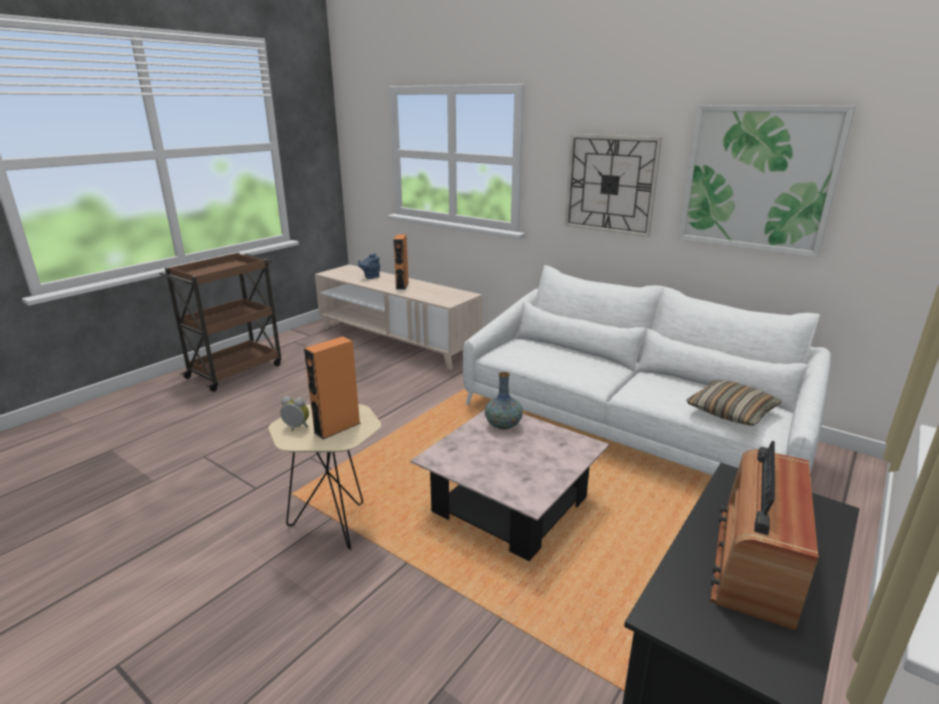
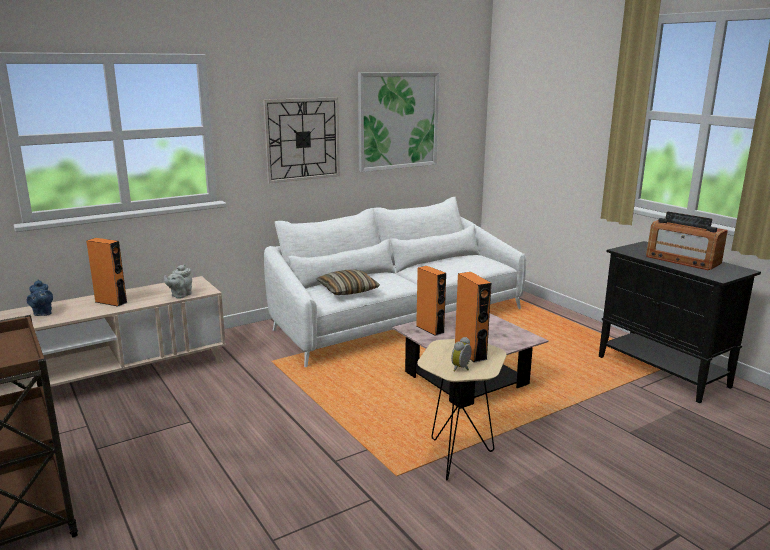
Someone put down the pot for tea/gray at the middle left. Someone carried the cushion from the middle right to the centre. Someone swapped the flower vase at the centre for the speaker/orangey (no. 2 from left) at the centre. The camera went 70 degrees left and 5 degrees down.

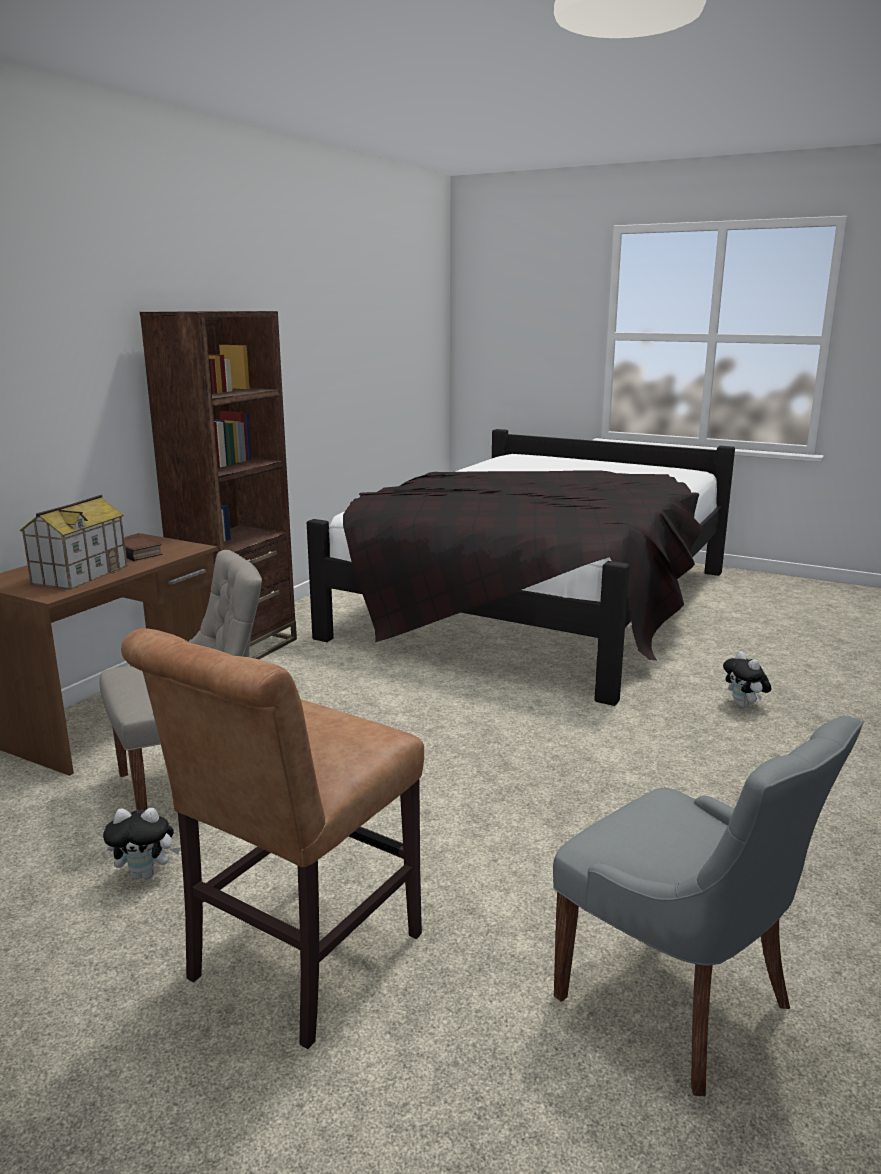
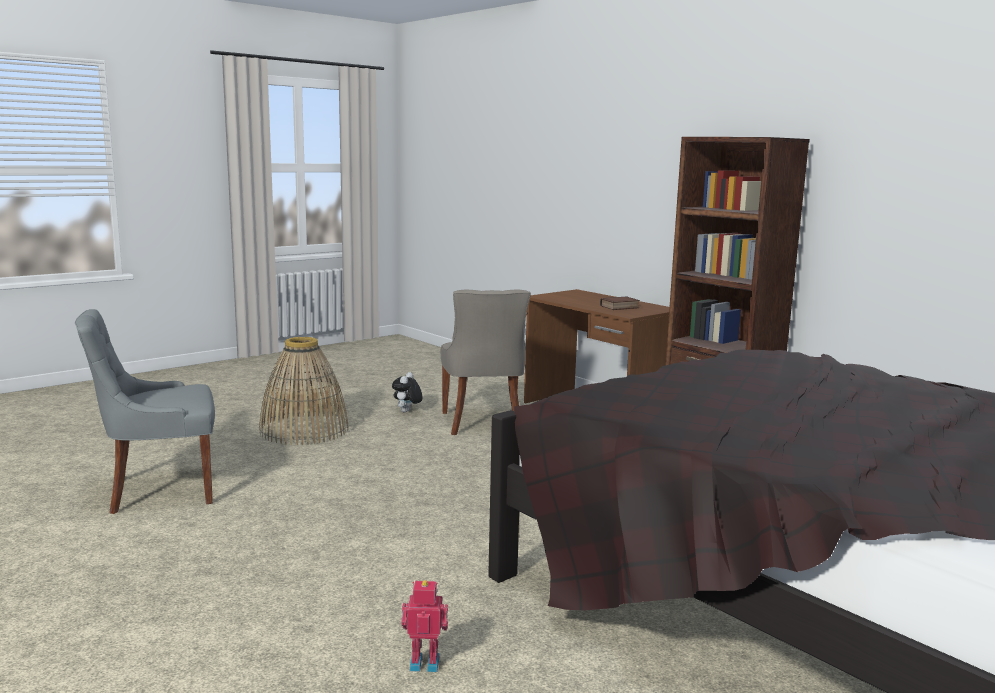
Someone swapped the upright chair/brown at the bottom left for the household basket at the middle left. Someone swapped the plush toy (no. 2 from left) at the middle right for the toy robot at the bottom centre. Someone took away the miniature house at the middle left. The camera went 110 degrees right and 5 degrees down.

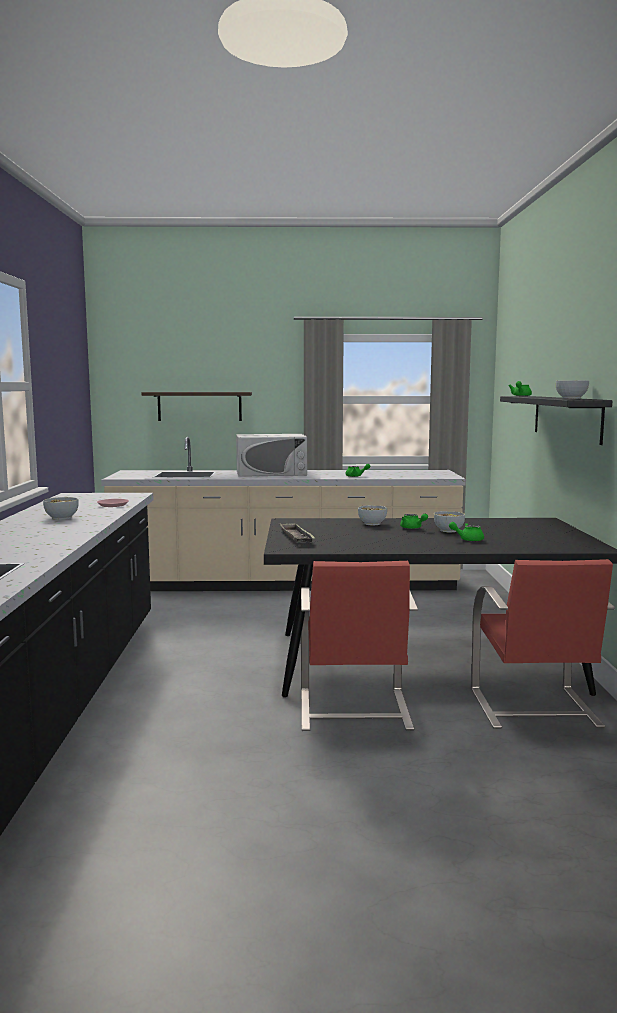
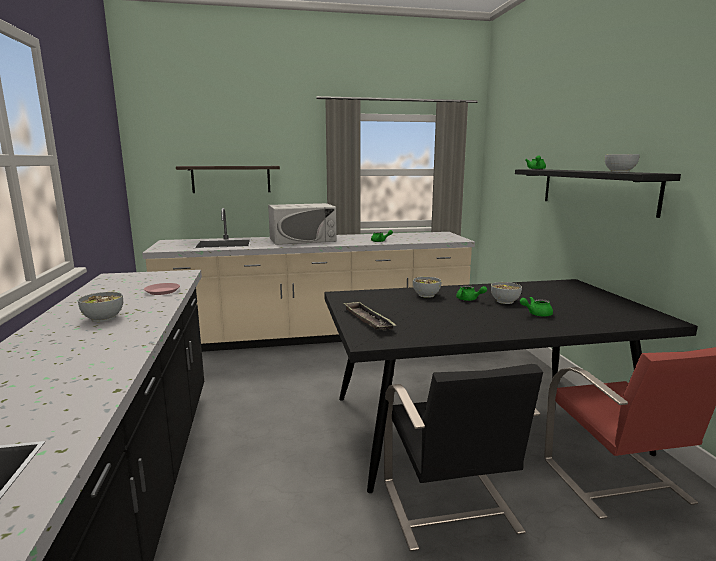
Someone repainted the upright chair/reddish (no. 1 from left) at the centre, which became the upright chair/black-coloured at the bottom centre. The camera went 10 degrees left and 5 degrees up.

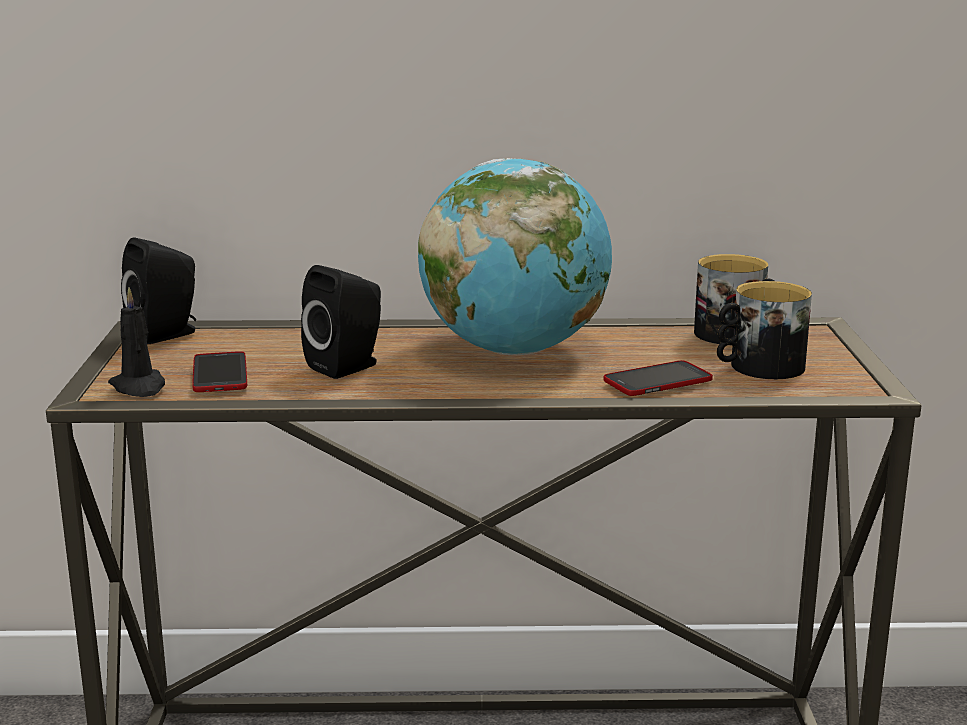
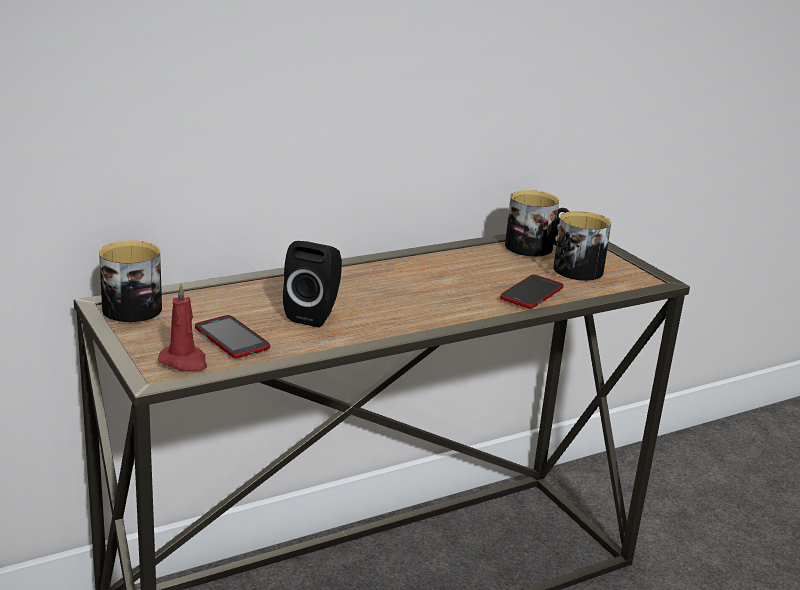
Someone swapped the speaker/black-coloured (no. 1 from left) at the middle left for the tea mug (no. 1 from left) at the middle left. Someone repainted the candle/black-coloured at the middle left, which became the candle/reddish at the middle left. Someone took away the globe at the centre. The camera went 30 degrees left and 5 degrees up.

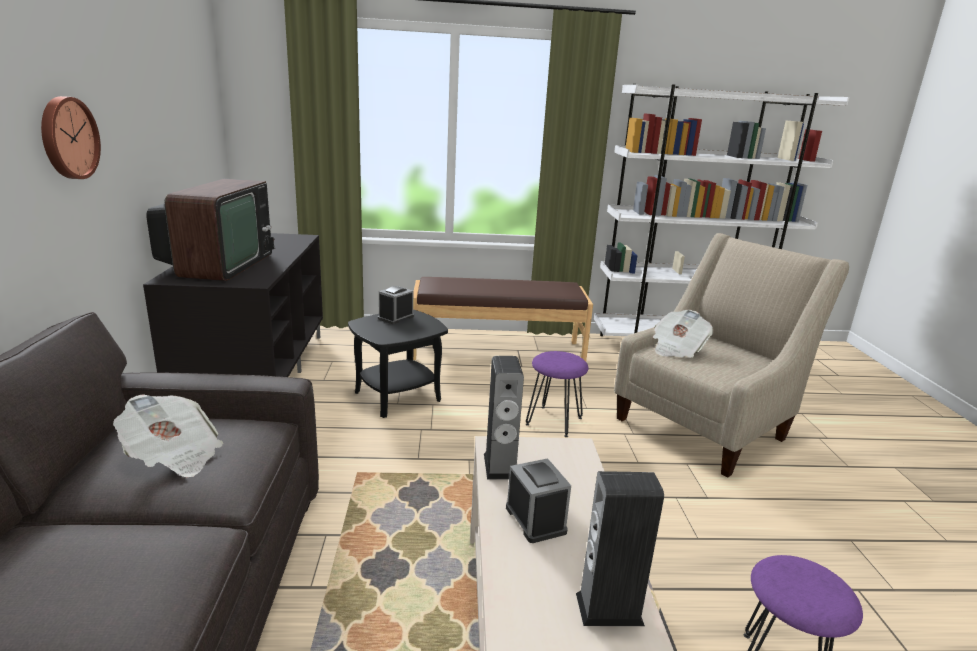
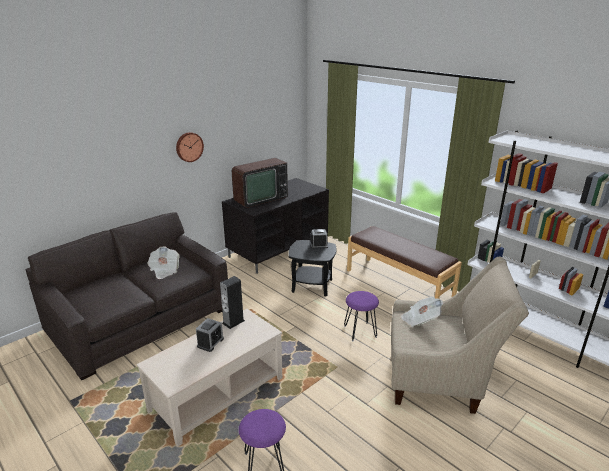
Someone took away the speaker (no. 2 from left) at the bottom centre. The camera went 50 degrees right and 5 degrees up.

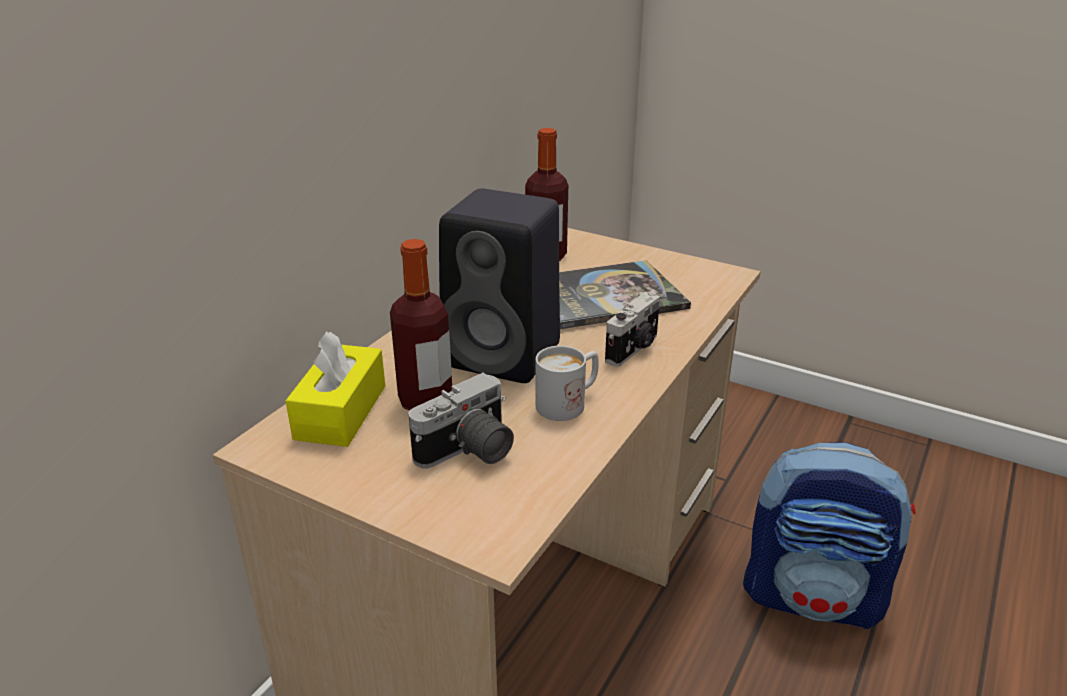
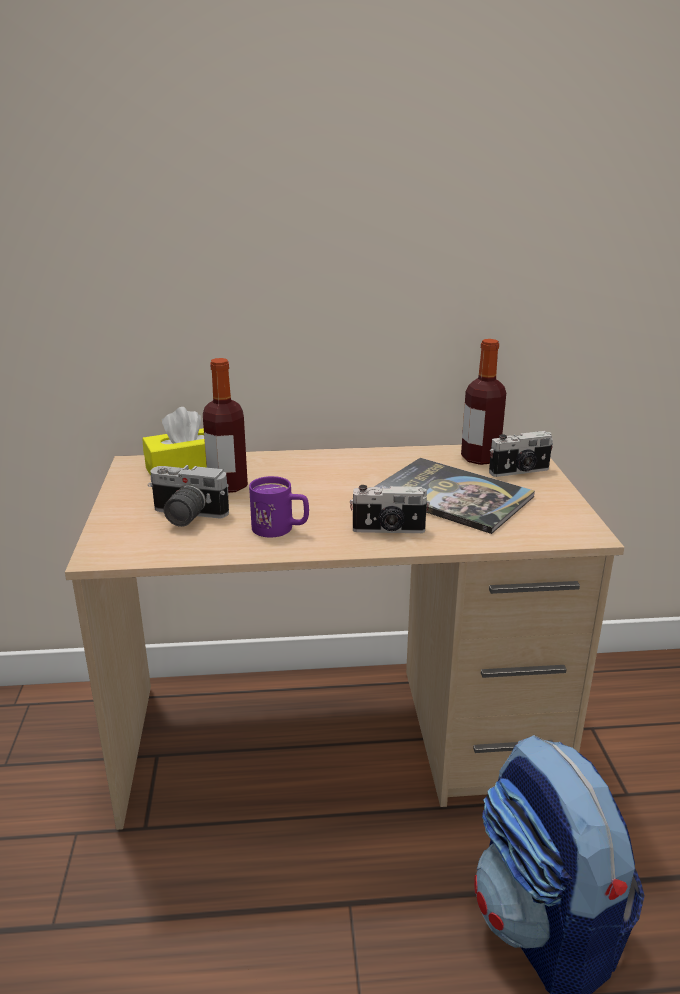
Someone repainted the tea mug/whitish at the centre, which became the tea mug/purple-coloured at the centre. Someone put down the still camera (no. 3 from left) at the middle right. Someone took away the speaker/black-coloured at the centre. The camera went 55 degrees right and 5 degrees down.

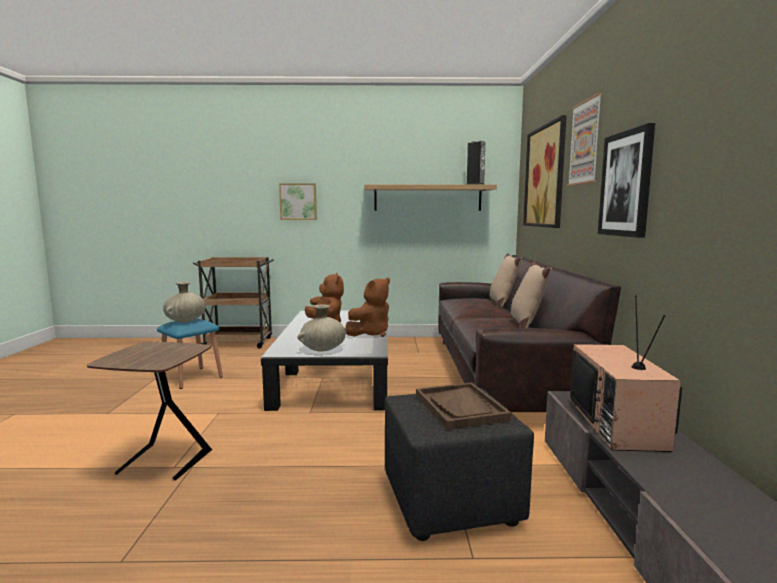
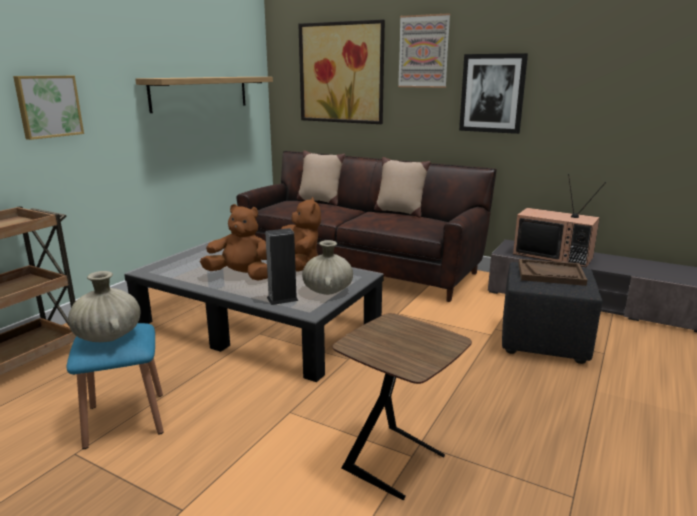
Someone carried the speaker from the top centre to the centre. The camera went 60 degrees left and 10 degrees up.

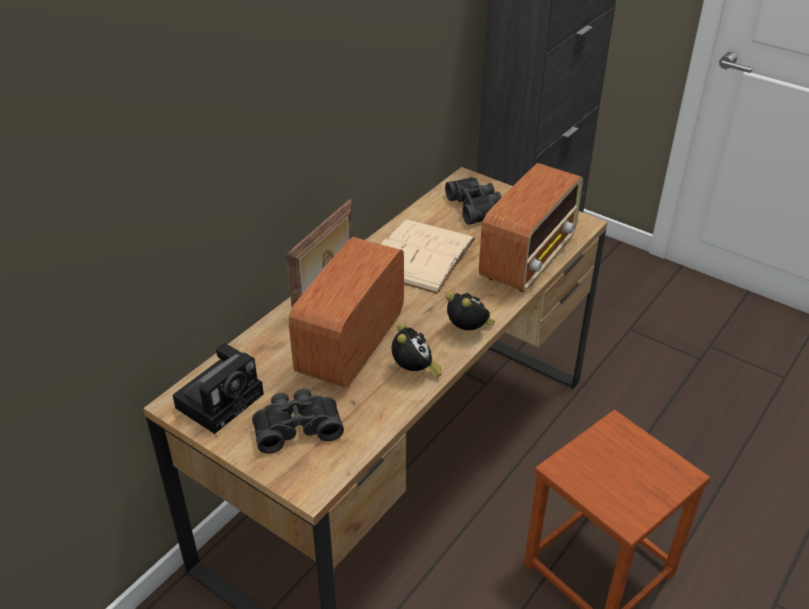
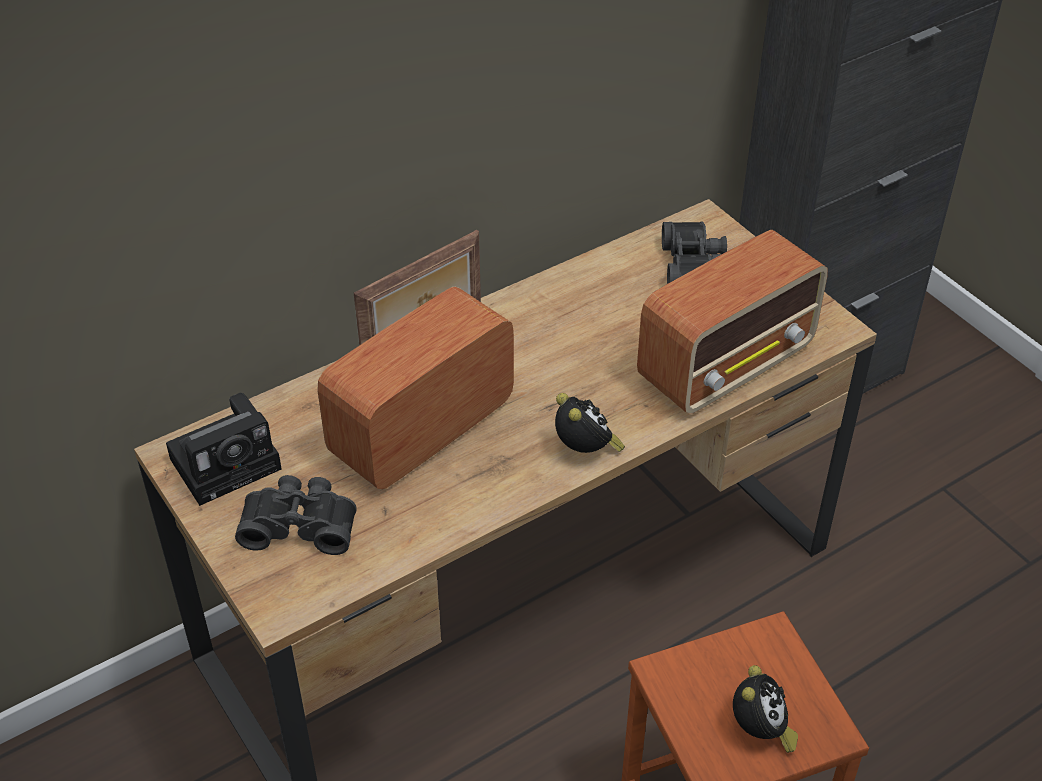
Someone carried the table clock (no. 1 from left in the first image) from the centre to the bottom right. Someone took away the bound book/sand-coloured at the centre. The camera went 20 degrees right and 5 degrees up.

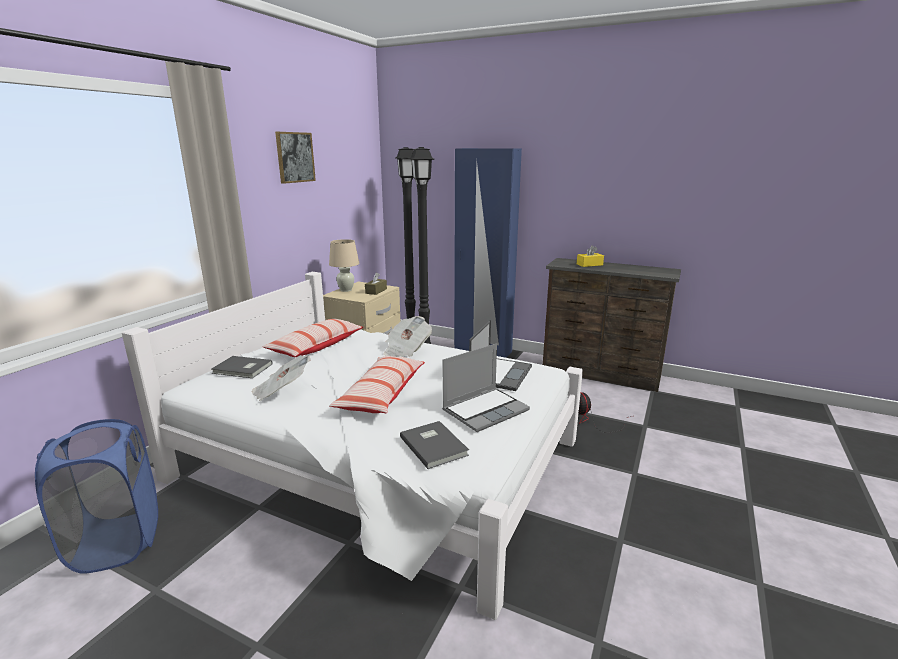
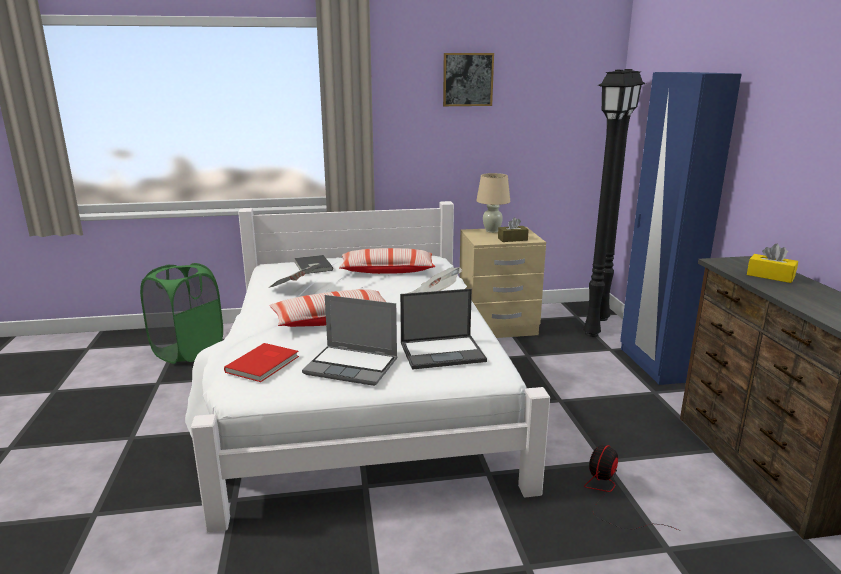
Someone repainted the washing basket/blue at the bottom left, which became the washing basket/green-coloured at the middle left. Someone repainted the bound book/gray (no. 2 from left) at the bottom centre, which became the bound book/reddish at the middle left. The camera went 55 degrees right and 0 degrees up.

